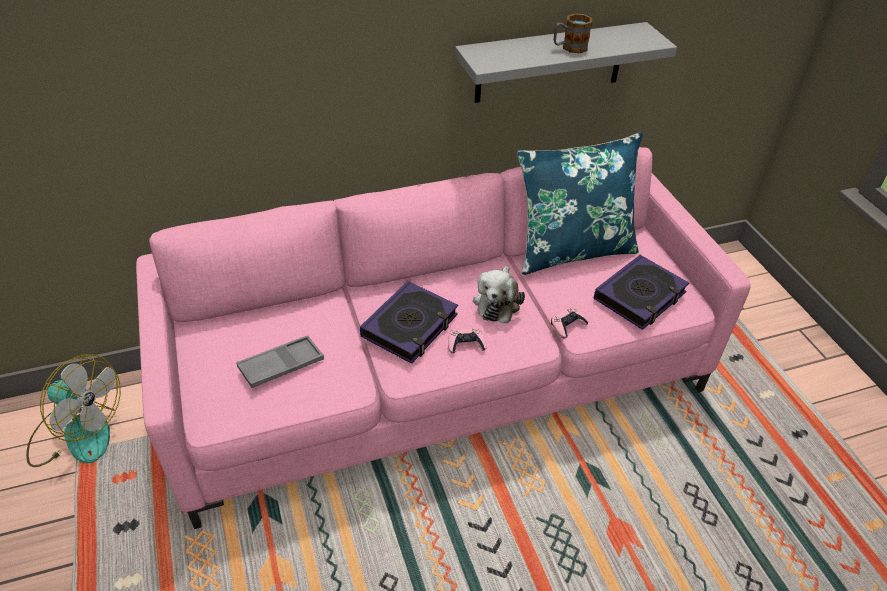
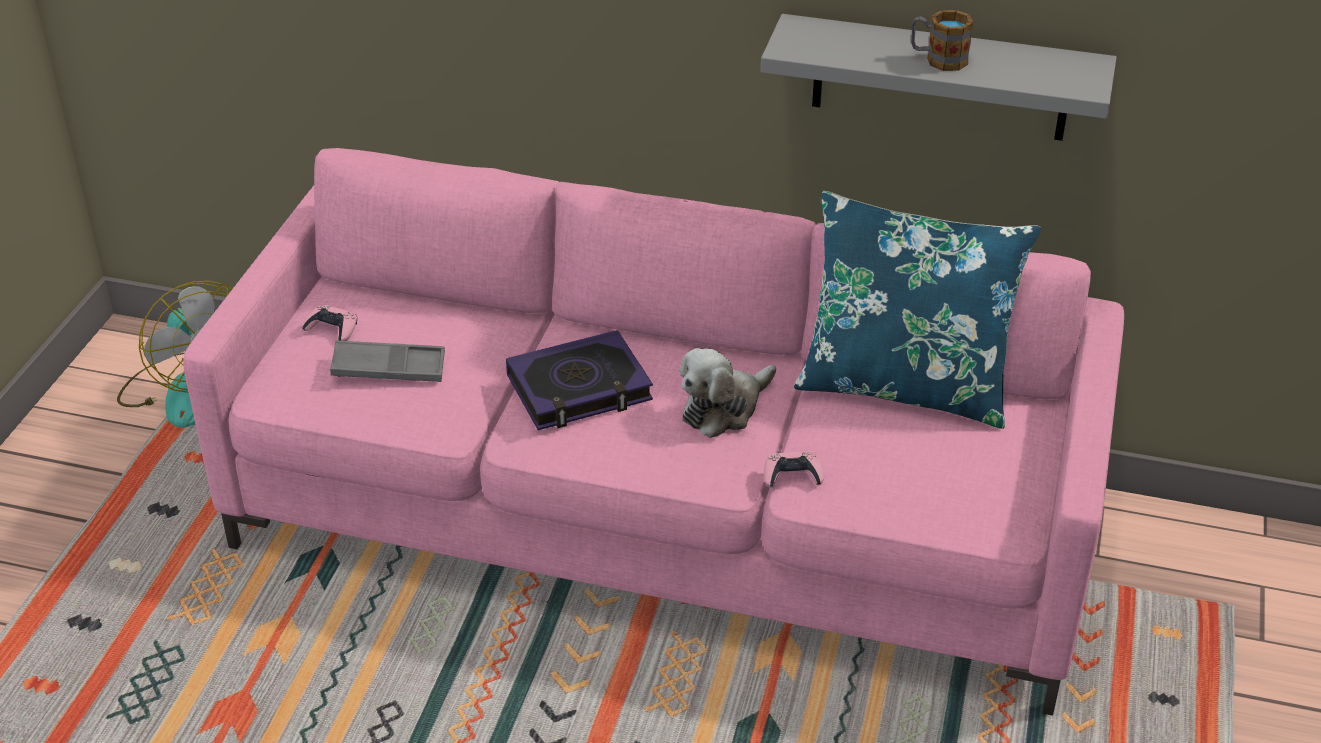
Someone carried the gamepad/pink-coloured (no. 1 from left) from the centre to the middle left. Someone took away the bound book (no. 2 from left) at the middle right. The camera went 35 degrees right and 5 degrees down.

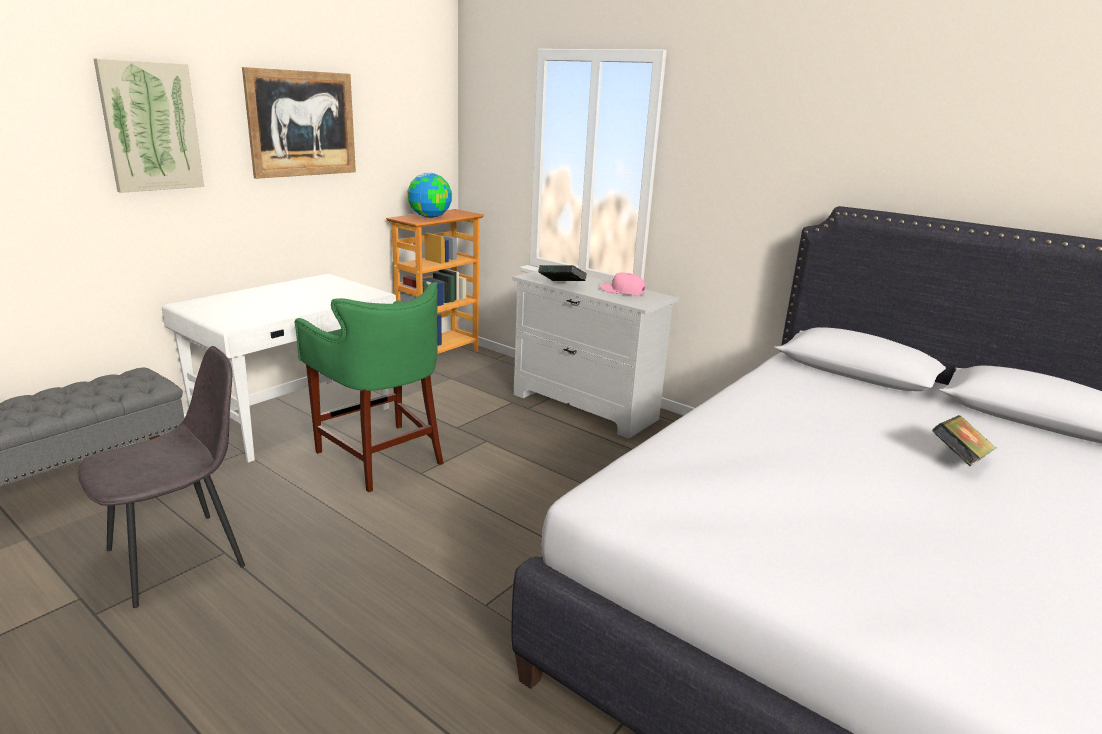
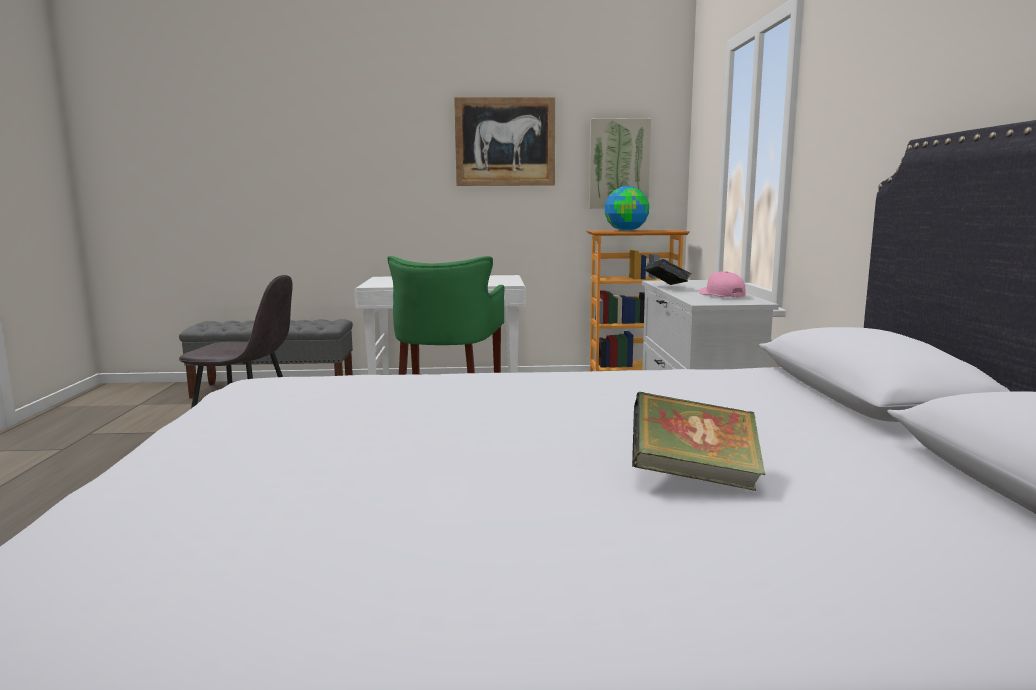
Someone carried the wall picture (no. 1 from left in the first image) from the top left to the top centre. The camera went 50 degrees right and 10 degrees down.

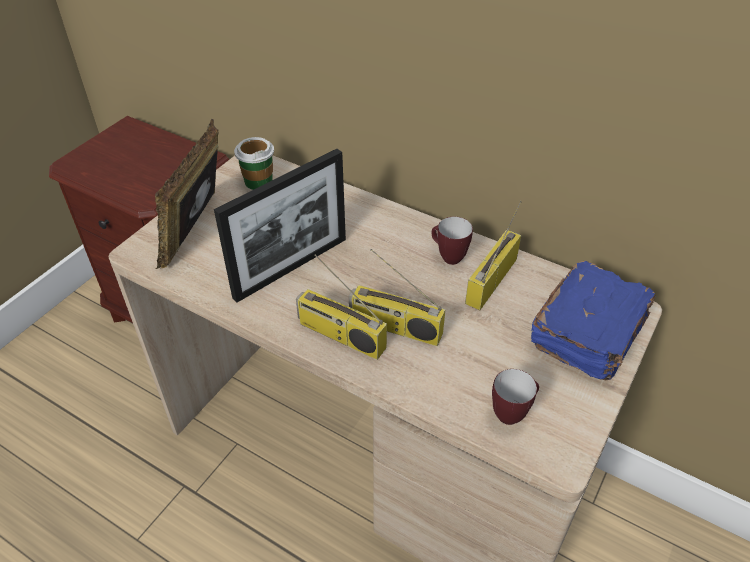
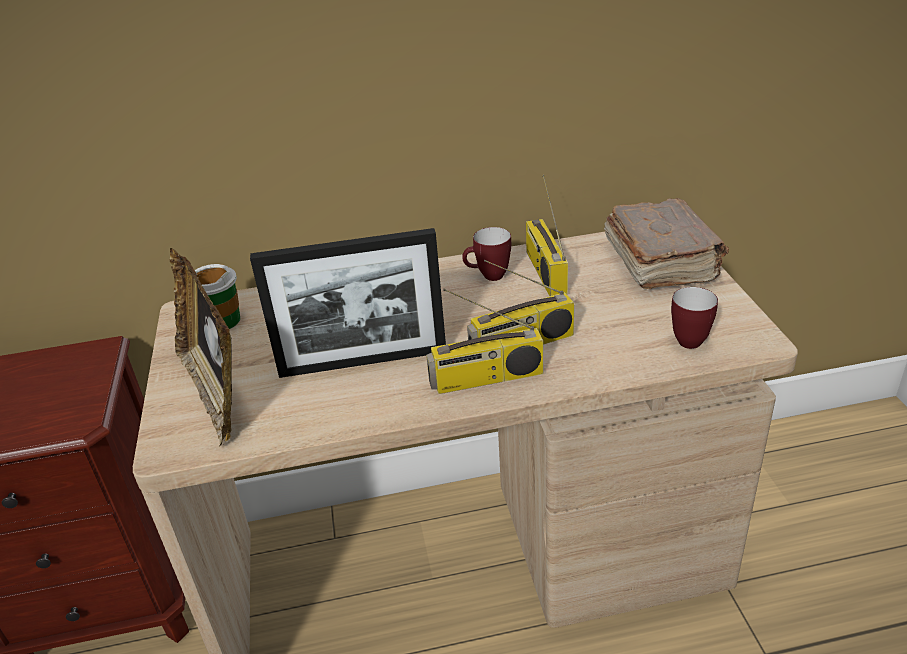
Someone rotated the picture frame (no. 2 from left) at the centre by 75 degrees clockwise. Someone repainted the bound book/blue at the middle right, which became the bound book/brown at the middle right. The camera went 40 degrees left and 10 degrees down.

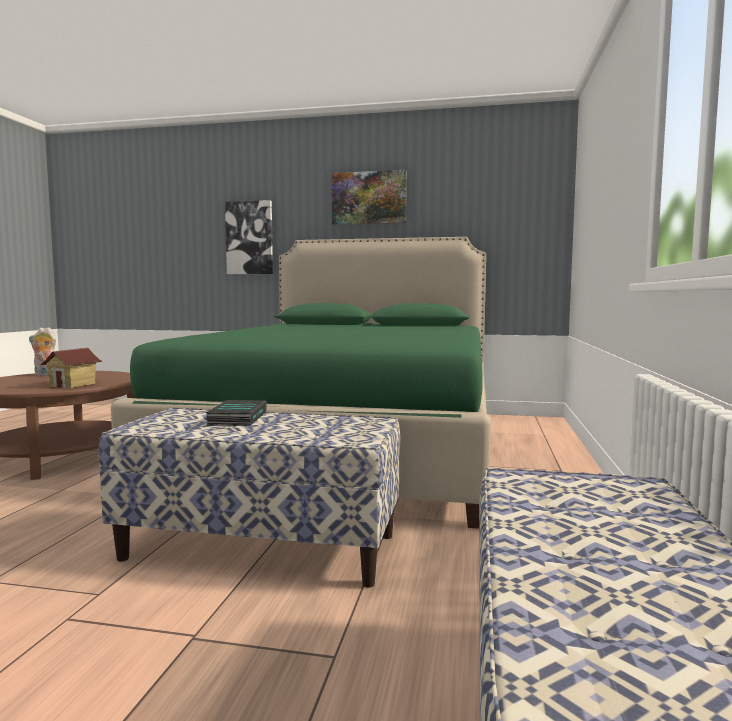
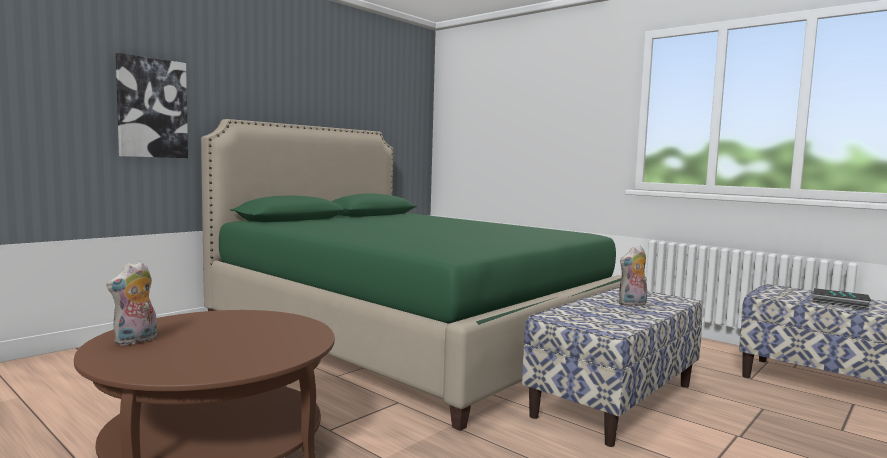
Someone put down the plush toy (no. 2 from left) at the middle right. Someone carried the bound book from the middle left to the middle right. Someone took away the miniature house at the middle left. Someone took away the wall picture (no. 2 from left) at the top centre. The camera went 60 degrees left and 0 degrees up.

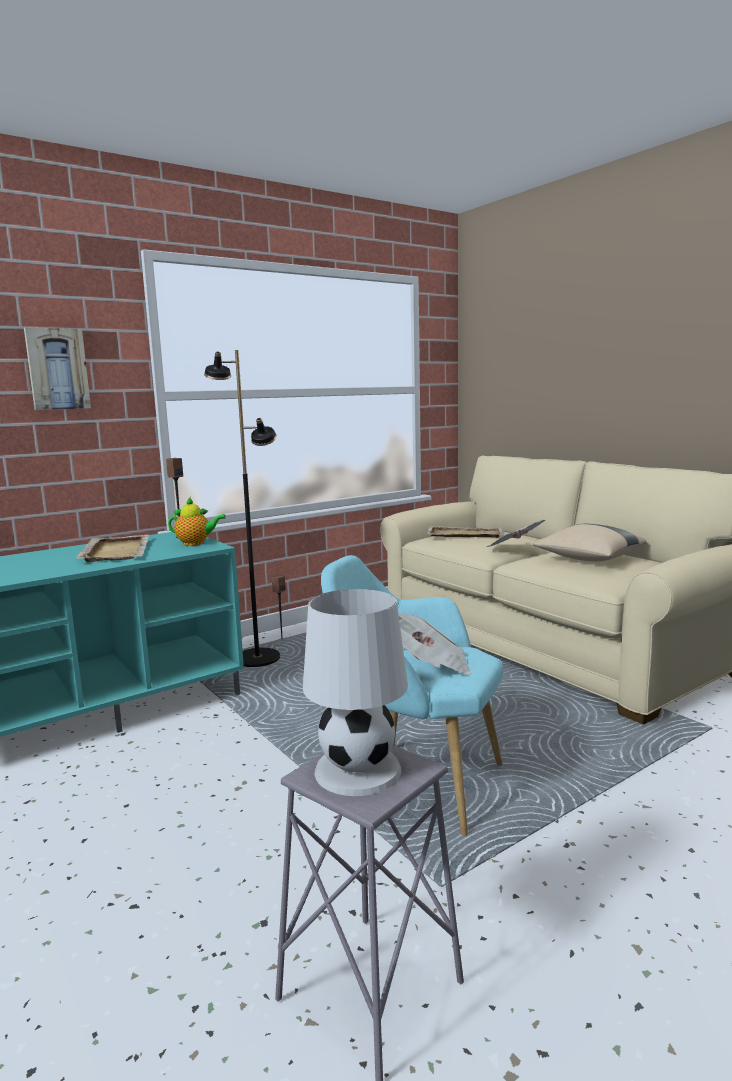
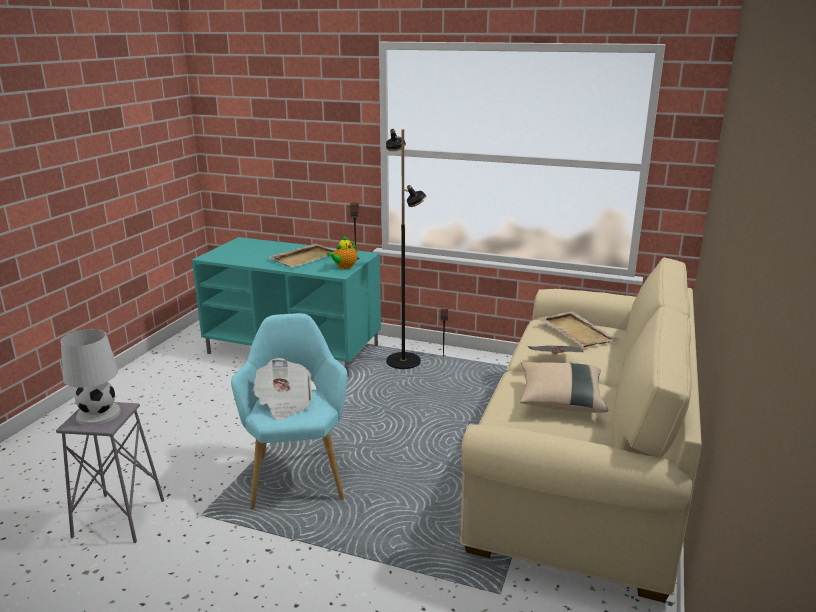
Someone rotated the pot for tea at the middle left by 75 degrees clockwise. Someone took away the wall picture at the middle left. The camera went 55 degrees right and 10 degrees up.

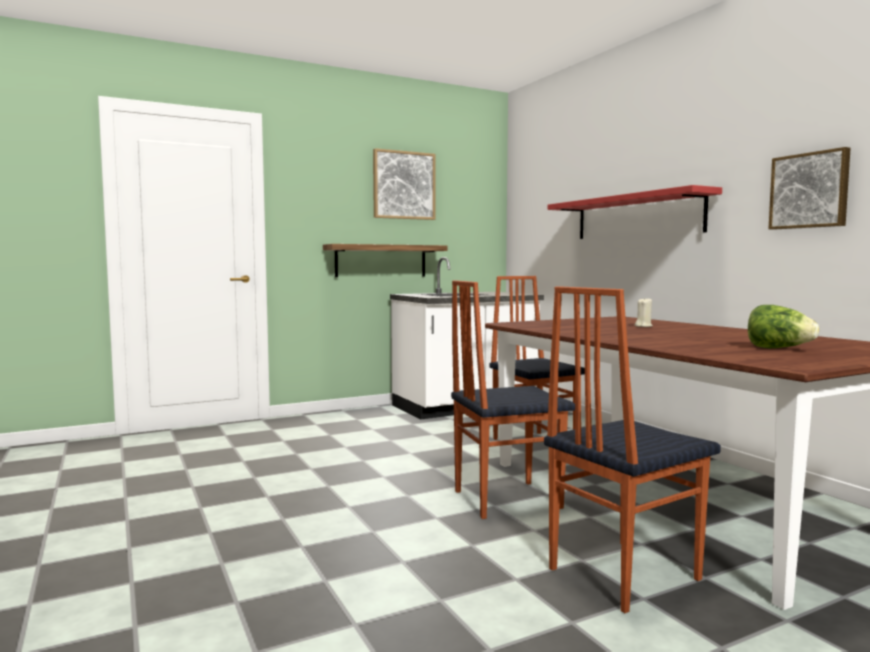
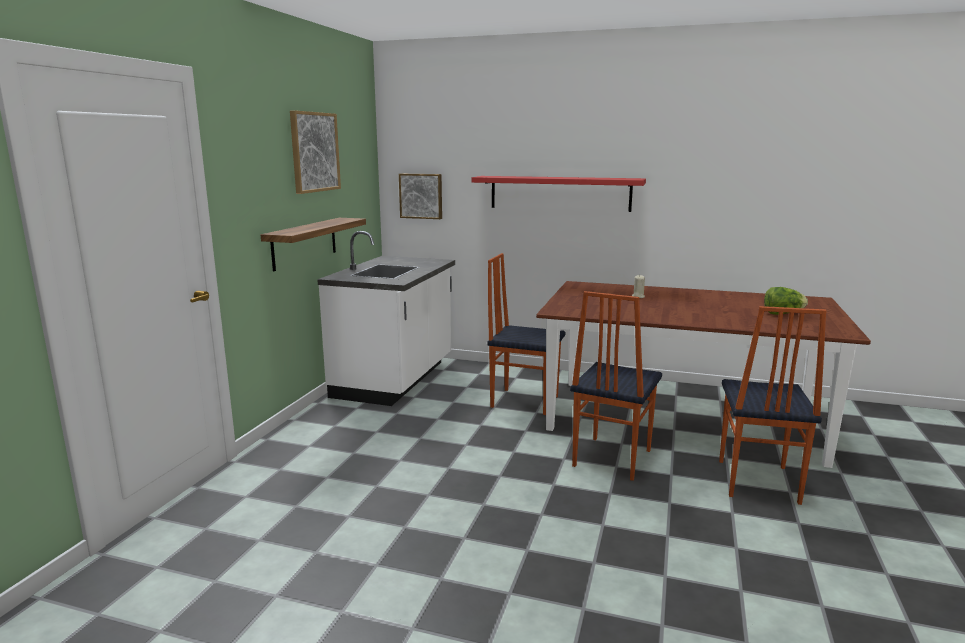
Someone carried the wall picture (no. 2 from left) from the top right to the top centre. The camera went 45 degrees left and 10 degrees up.

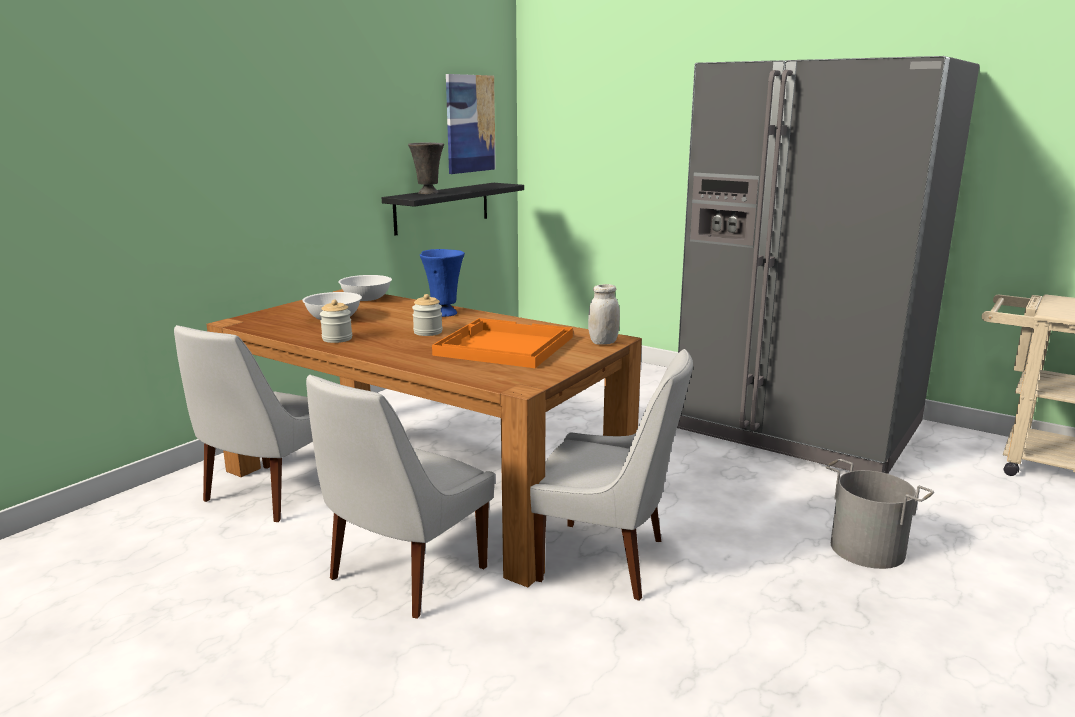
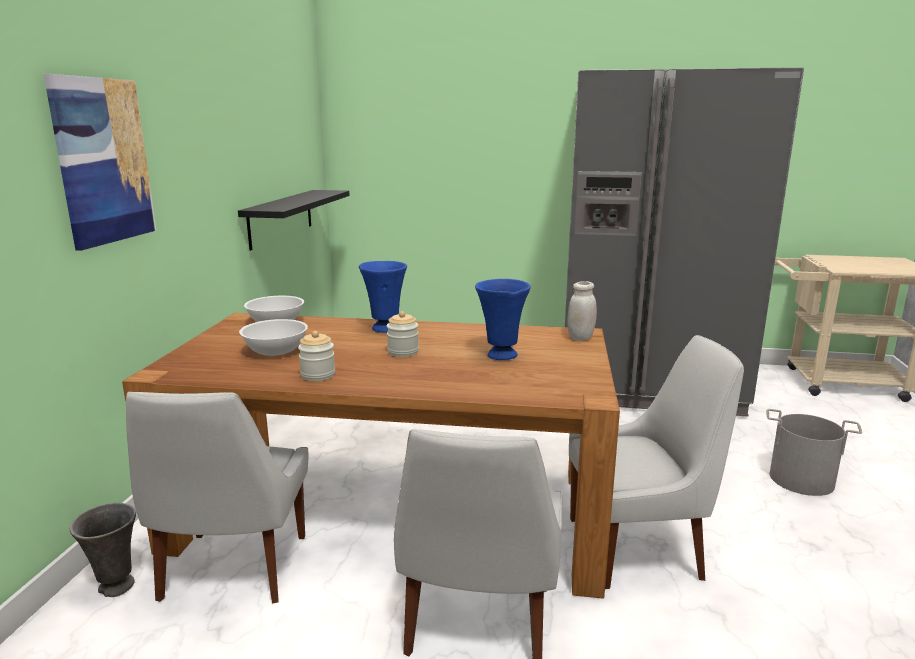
Someone carried the wall picture from the top centre to the top left. Someone carried the flower vase/gray from the top centre to the bottom left. Someone swapped the serving tray/orangey at the centre for the flower vase/blue (no. 2 from left) at the centre. The camera went 25 degrees left and 0 degrees up.

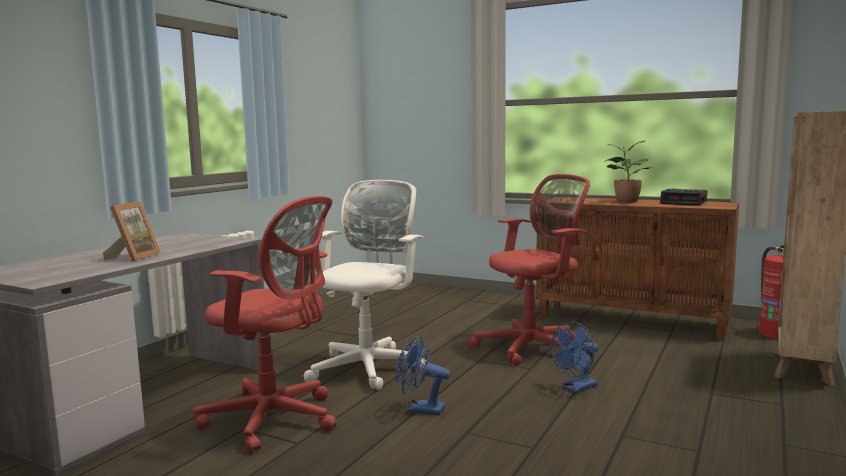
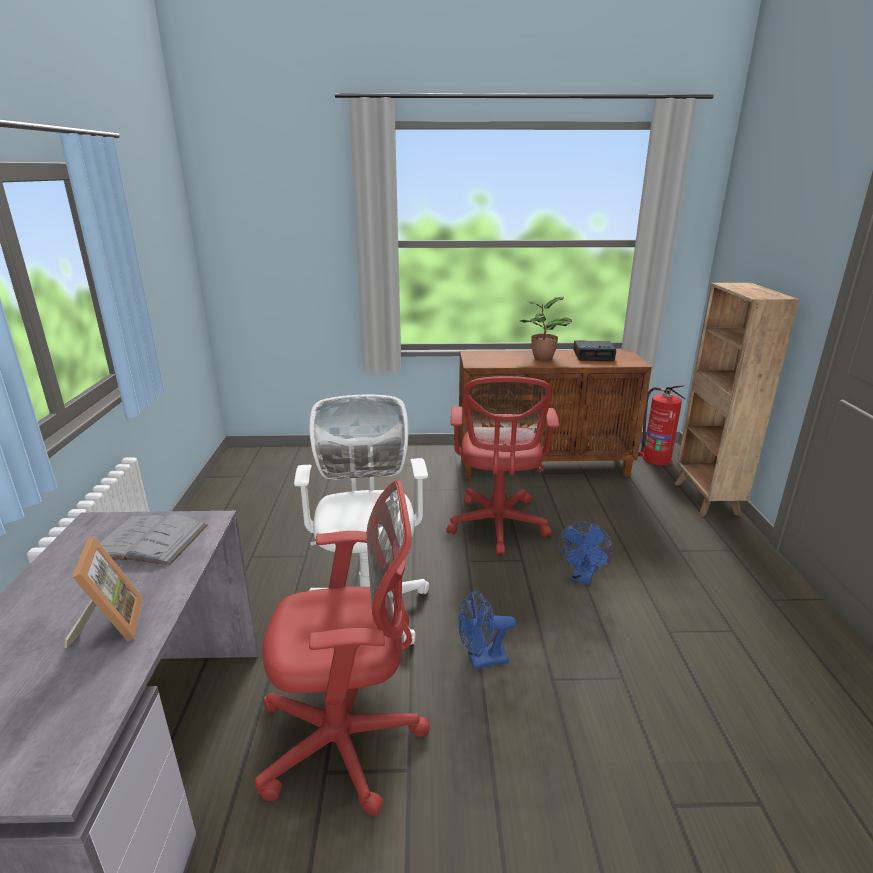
Someone put down the bound book/gray at the middle left. Someone rotated the office chair/reddish (no. 2 from left) at the centre by 150 degrees clockwise. The camera went 30 degrees left and 15 degrees up.

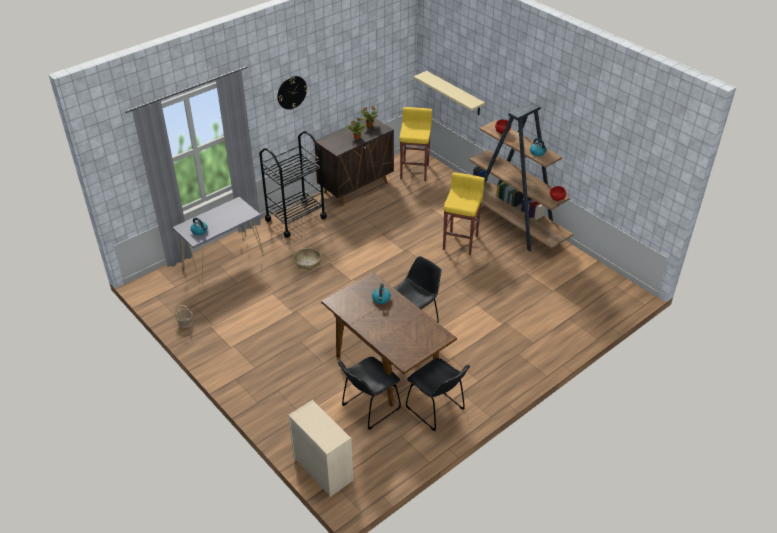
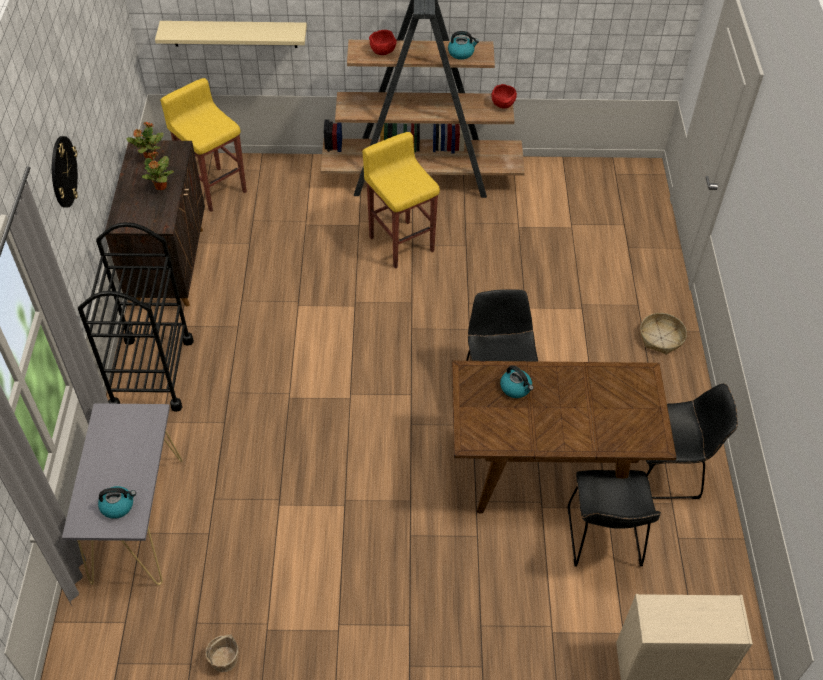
Someone carried the household basket (no. 2 from left) from the centre to the middle right. The camera went 50 degrees left and 10 degrees up.

